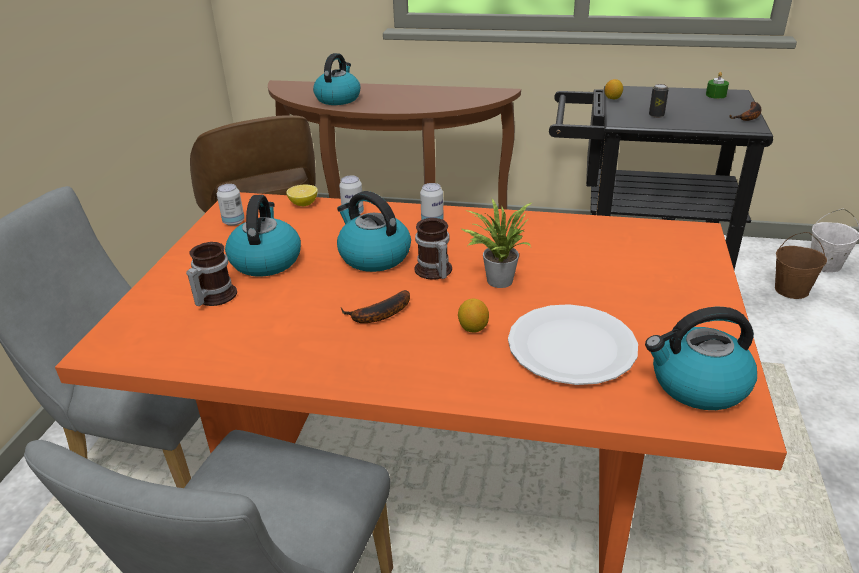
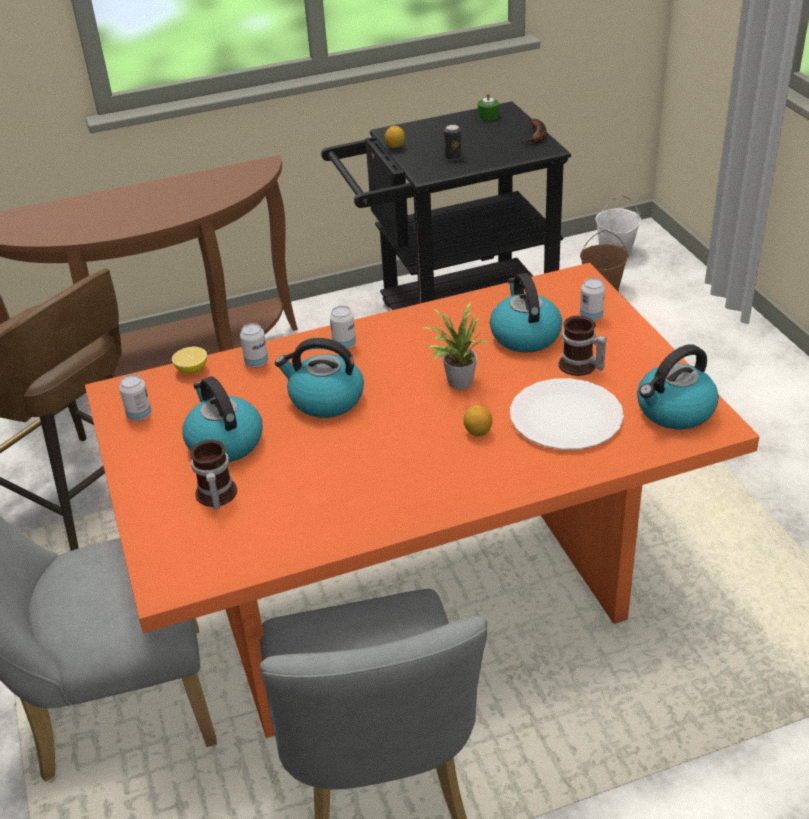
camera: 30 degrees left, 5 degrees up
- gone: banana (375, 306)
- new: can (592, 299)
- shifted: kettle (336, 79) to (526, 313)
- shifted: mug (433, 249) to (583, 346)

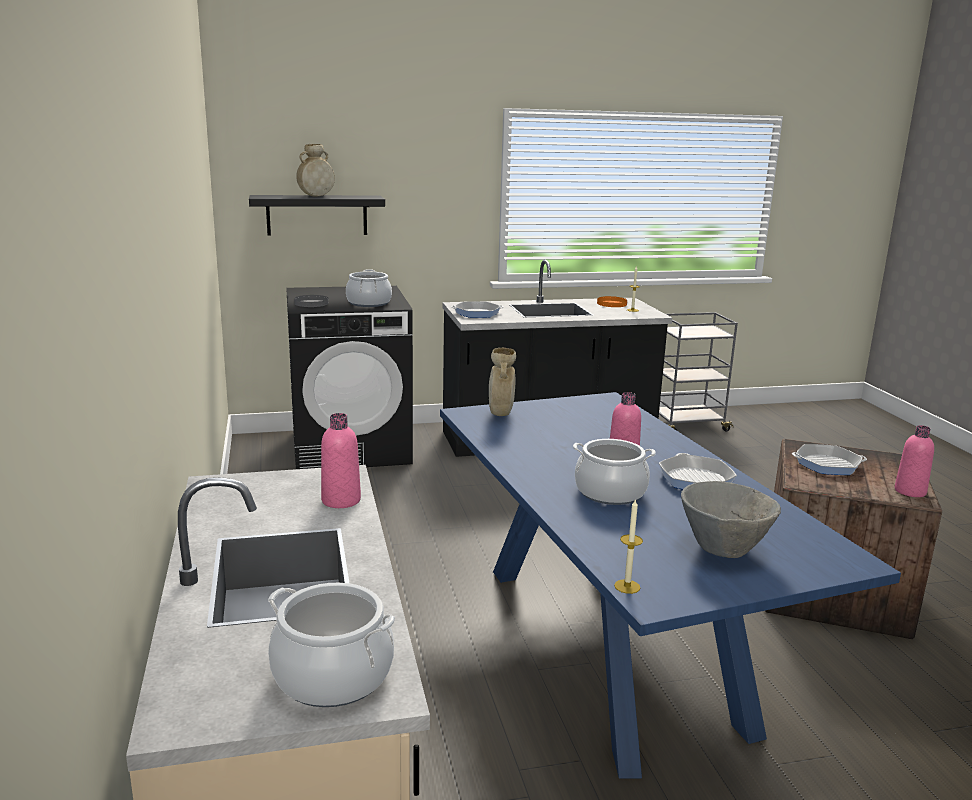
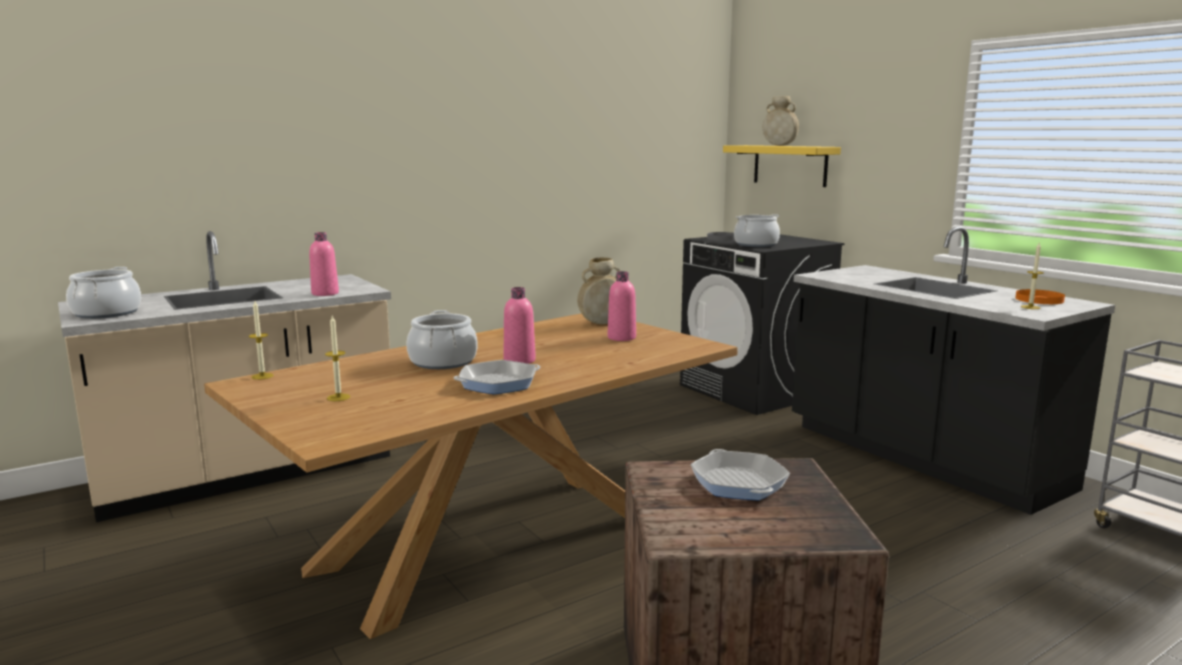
camera: 70 degrees right, 5 degrees down
- gone: frying pan (477, 309)
- shifted: pink bottle (914, 461) to (622, 306)
- swapped: grey bowl (731, 519) to candle (338, 358)
- repainted: black shelf (317, 215) to yellow shelf (782, 166)
- repainted: blue dining table (670, 585) to brown dining table (471, 476)

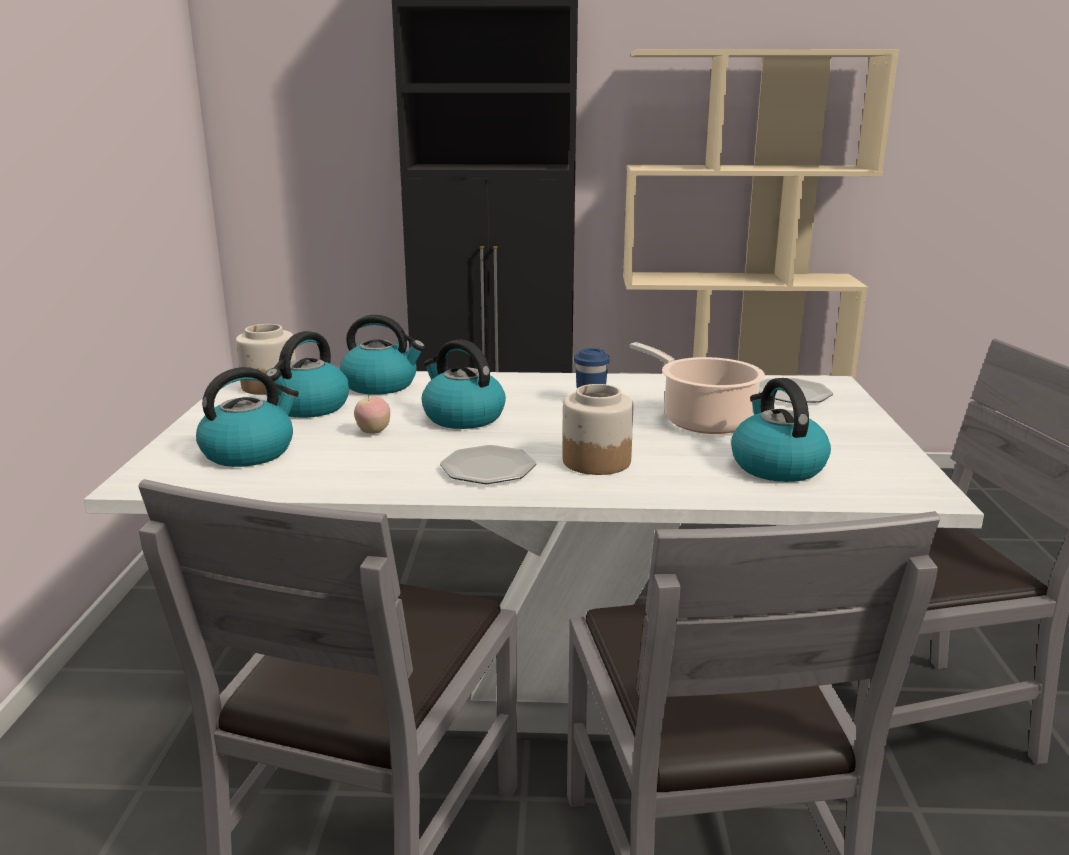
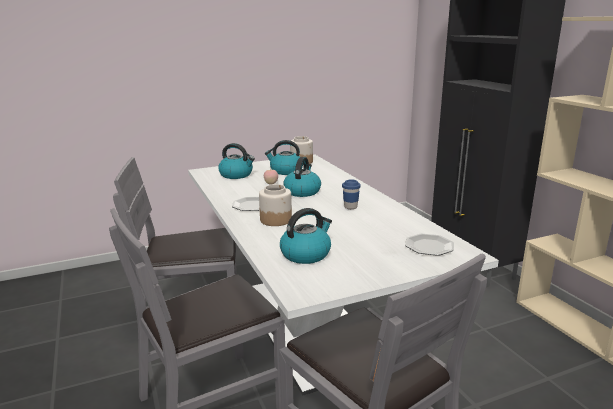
camera: 65 degrees right, 0 degrees up
- gone: kettle (382, 355)
- gone: cooking pot (697, 388)

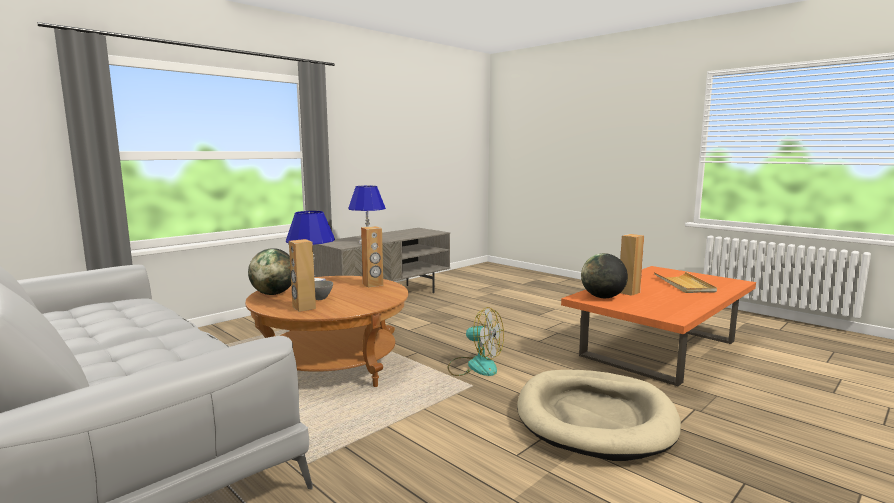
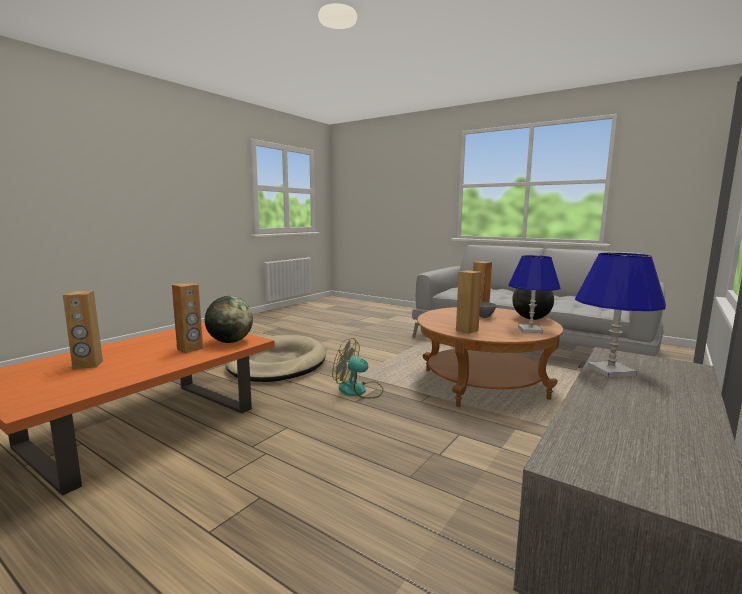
camera: 170 degrees right, 0 degrees up
- swapped: beige tray (685, 282) to brown speaker (83, 330)

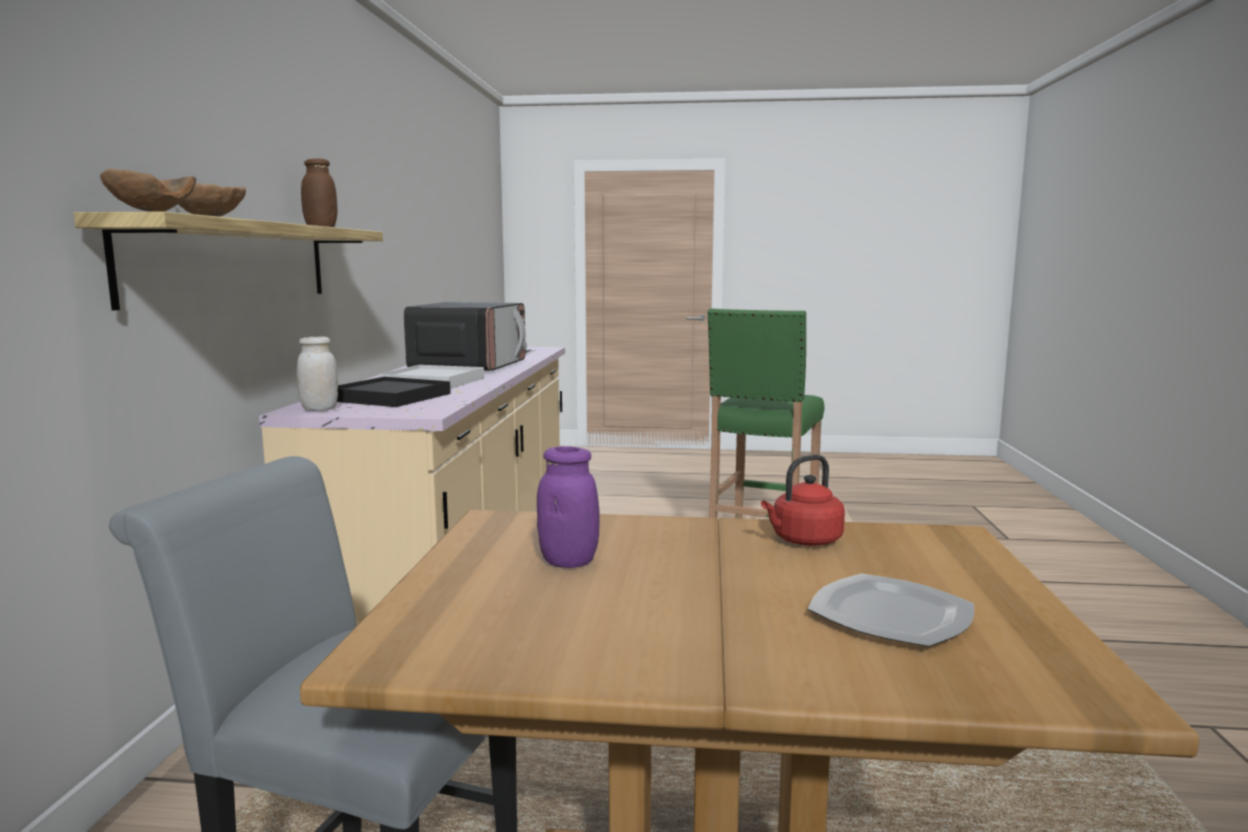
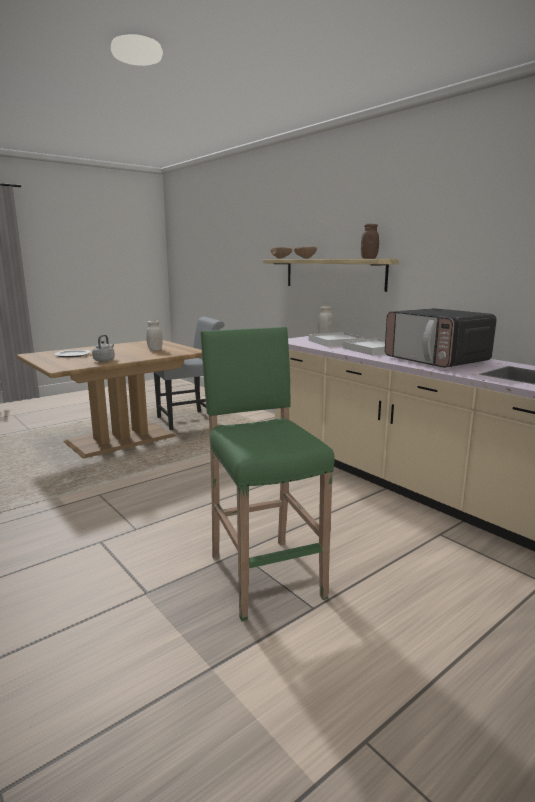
camera: 135 degrees right, 5 degrees up
- repainted: black tray (394, 392) to white tray (336, 339)
- repainted: purple jar (568, 507) to white jar (154, 335)
- repainted: red kettle (803, 500) to grey kettle (103, 348)

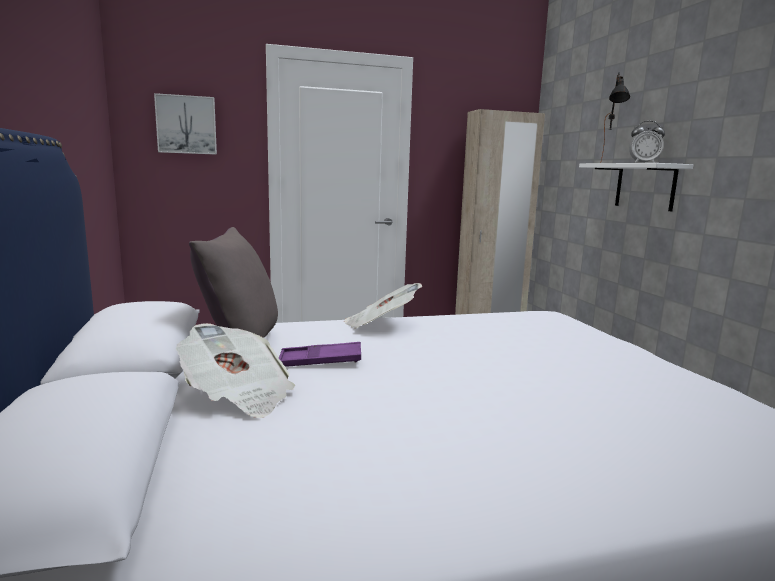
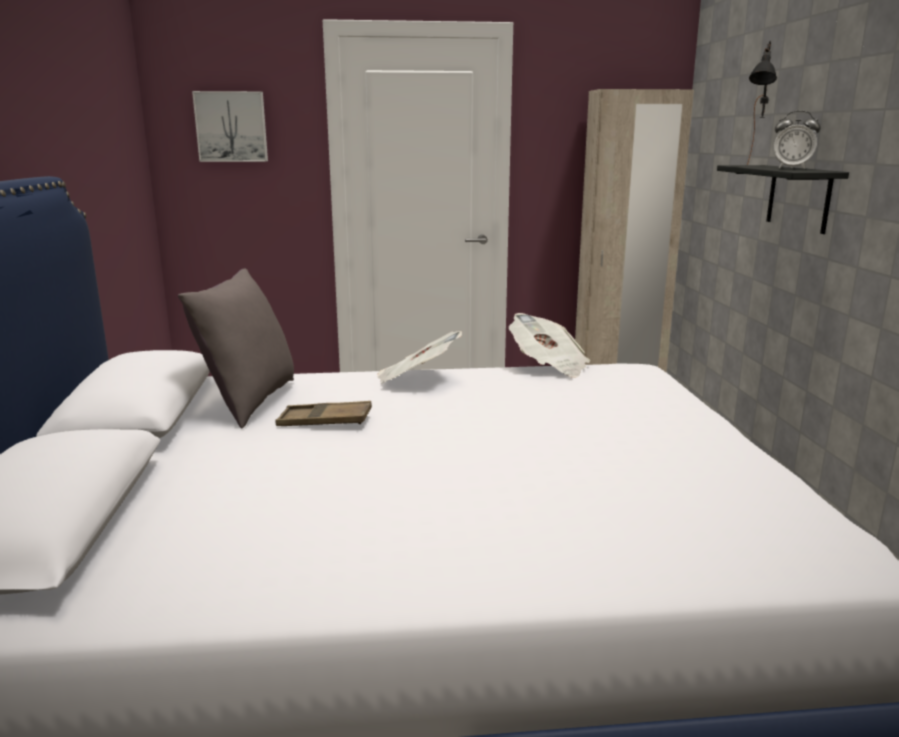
camera: 10 degrees right, 5 degrees up
- shifted: newspaper (235, 370) to (549, 345)
- repainted: purple tray (320, 354) to brown tray (323, 413)
- repainted: white shelf (636, 187) to black shelf (783, 199)

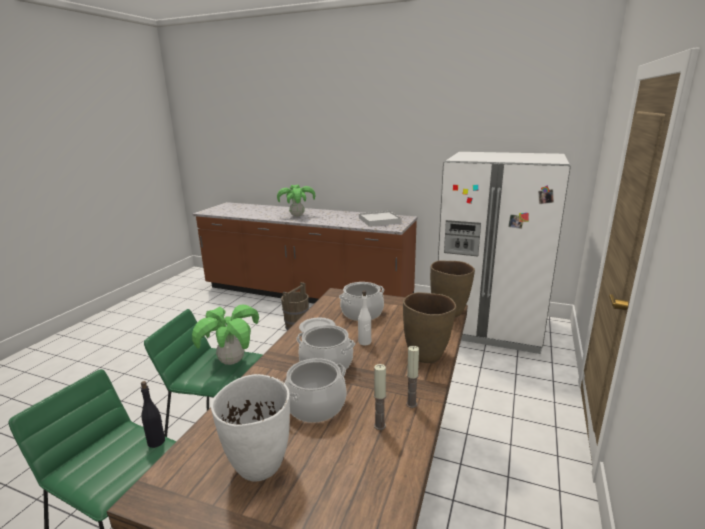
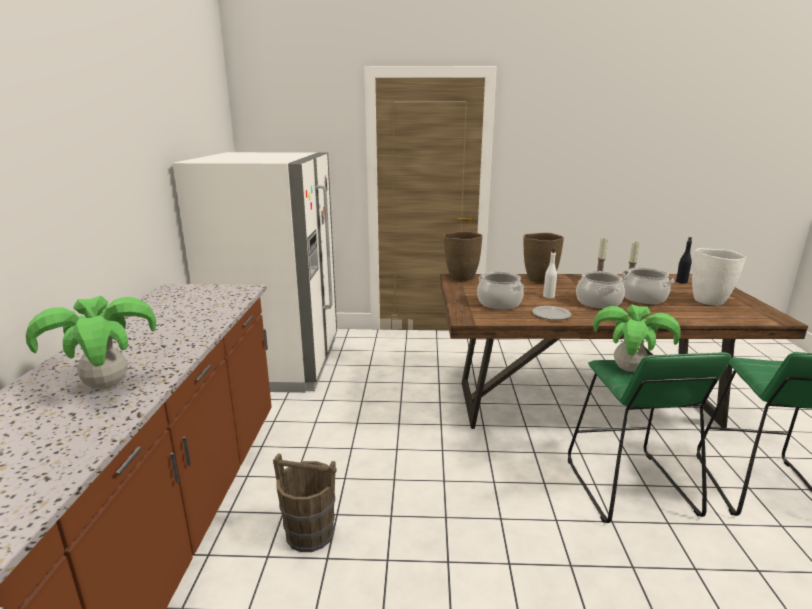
camera: 110 degrees left, 0 degrees up
- gone: white tray (380, 218)
- shifted: black bottle (153, 414) to (684, 260)

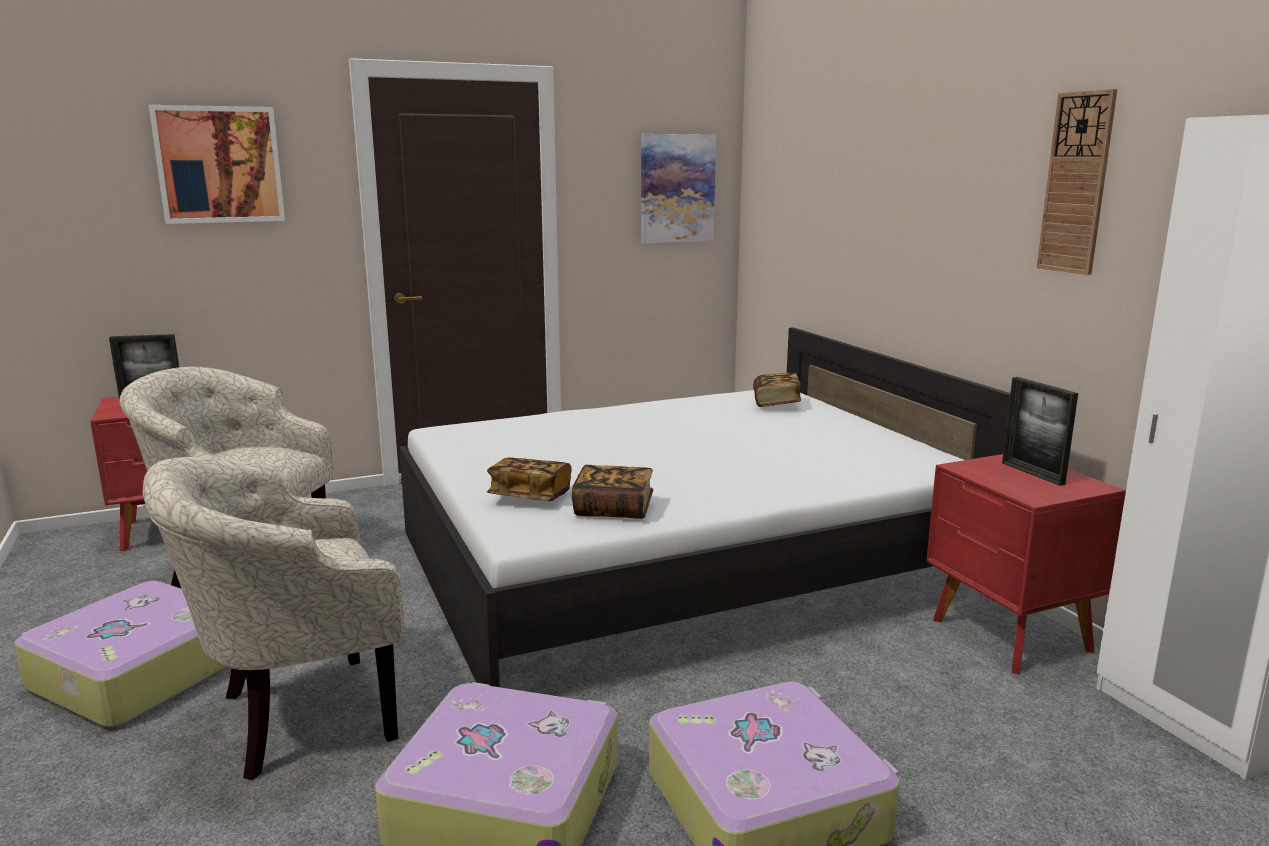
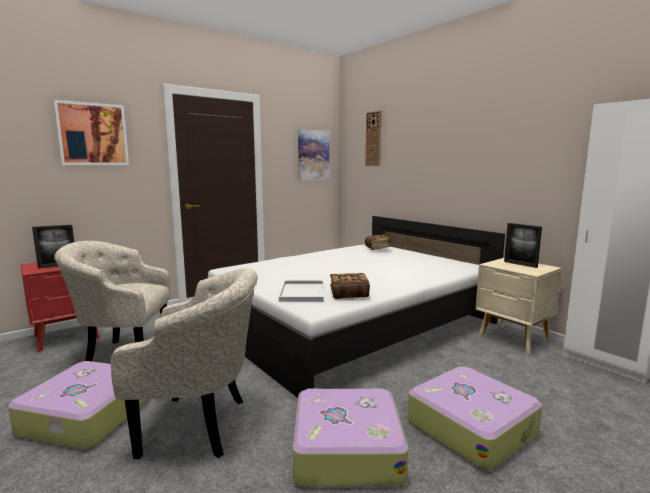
camera: 15 degrees left, 5 degrees down
- shifted: wall clock (1077, 182) to (373, 138)
- swapped: book (529, 479) to white tray (301, 291)
- repainted: red nightstand (1026, 564) to beige nightstand (519, 306)
- rotated: beige armchair (273, 618) = (184, 363) 135 degrees counterclockwise

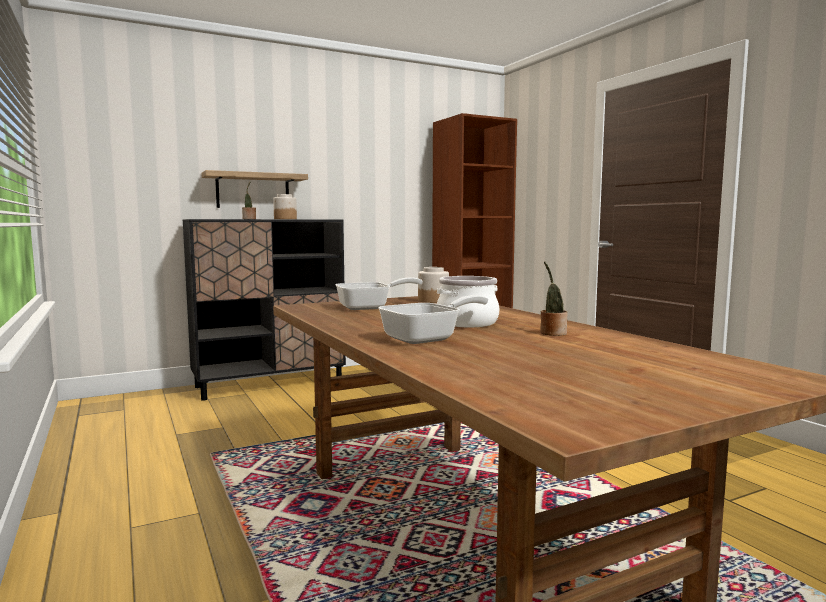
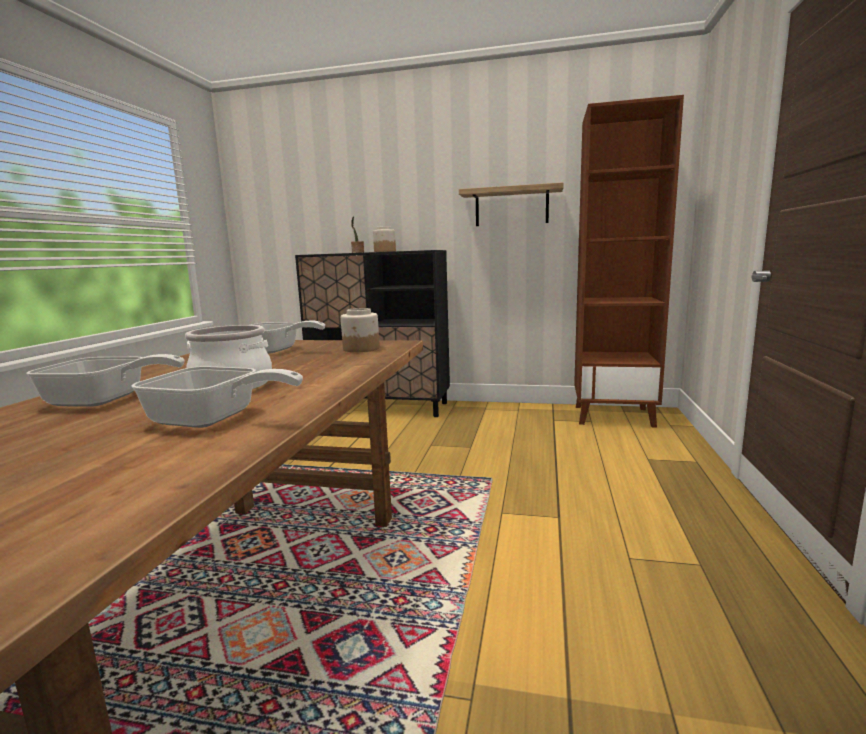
camera: 40 degrees right, 5 degrees up
- shifted: shelf (255, 189) to (511, 204)
- swapped: potted plant (554, 298) to frying pan (217, 397)

